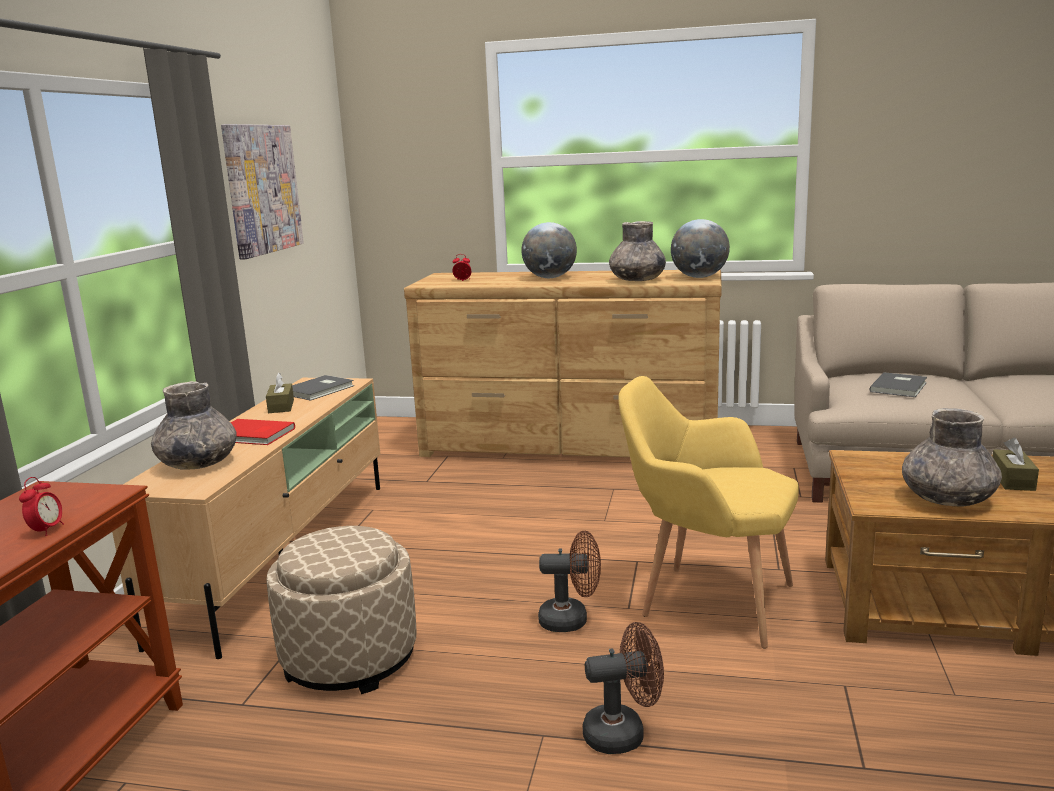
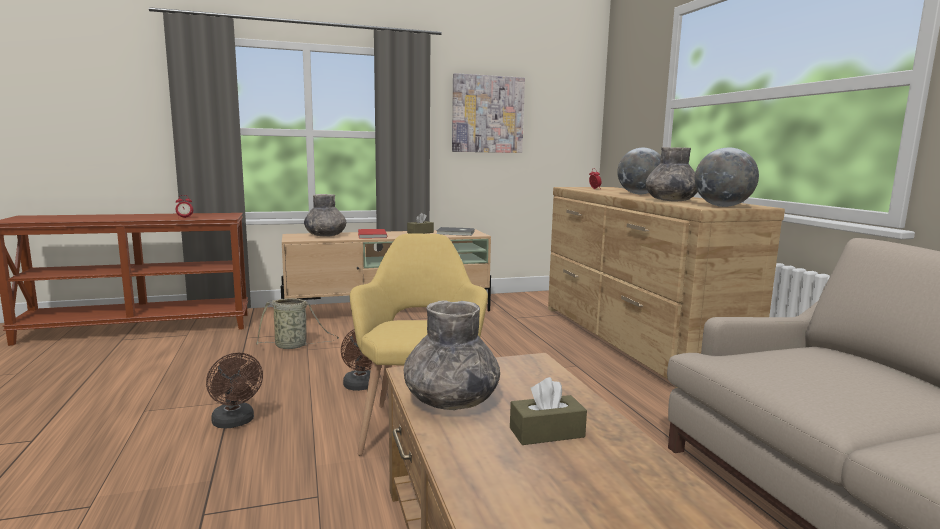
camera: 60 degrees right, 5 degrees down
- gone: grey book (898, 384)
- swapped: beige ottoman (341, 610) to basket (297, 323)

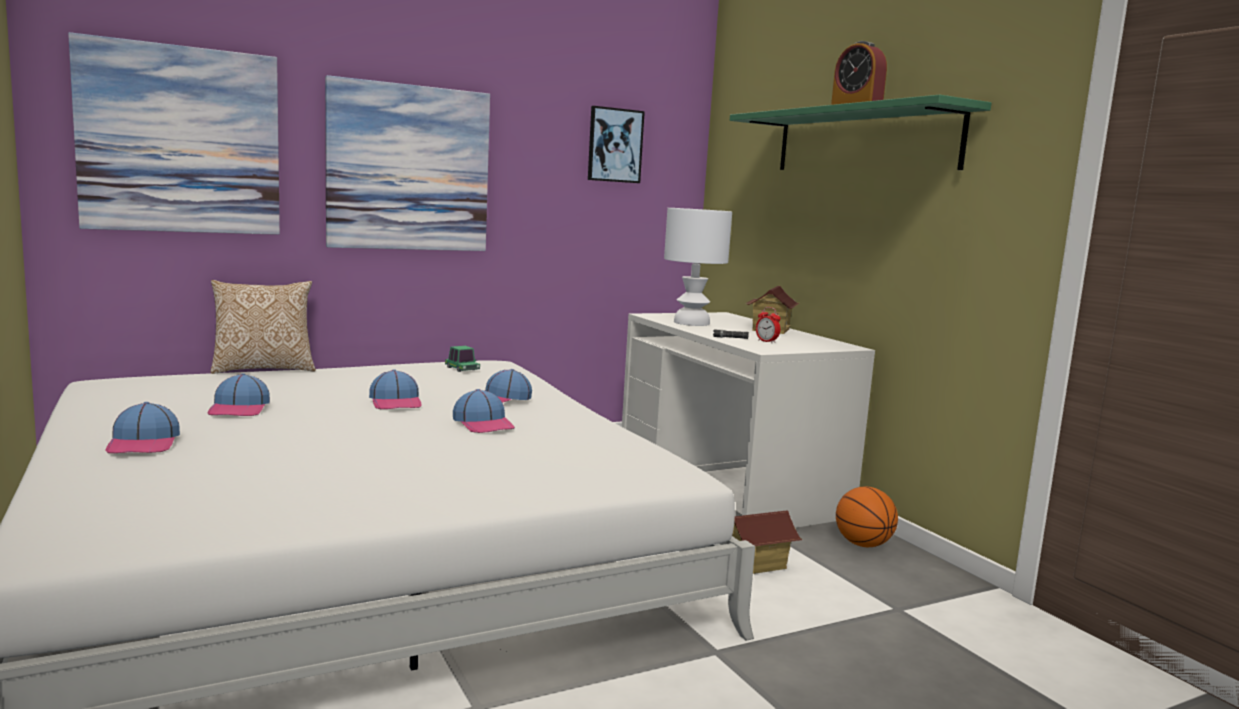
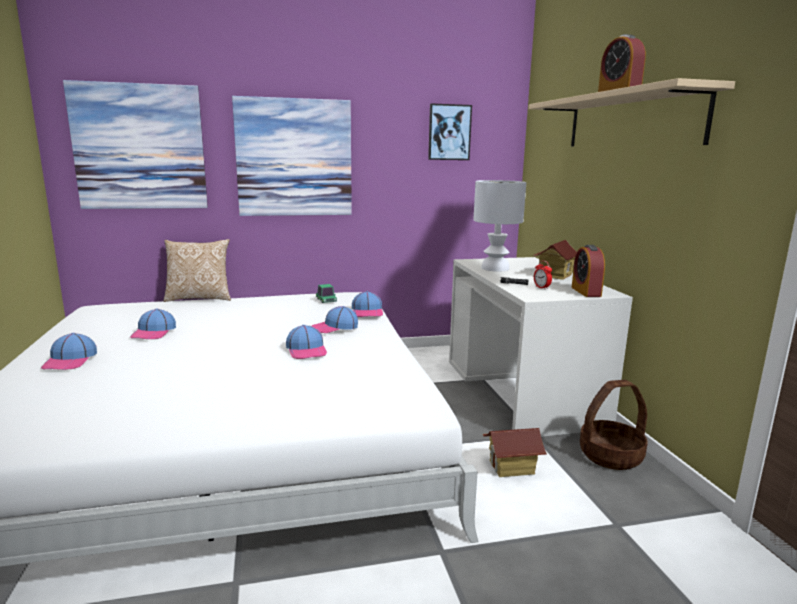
camera: 15 degrees right, 5 degrees up
- new: alarm clock (588, 271)
- shifted: cap (395, 389) to (367, 304)
- swapped: basketball (867, 516) to basket (614, 425)
- repainted: green shelf (860, 132) to beige shelf (632, 112)

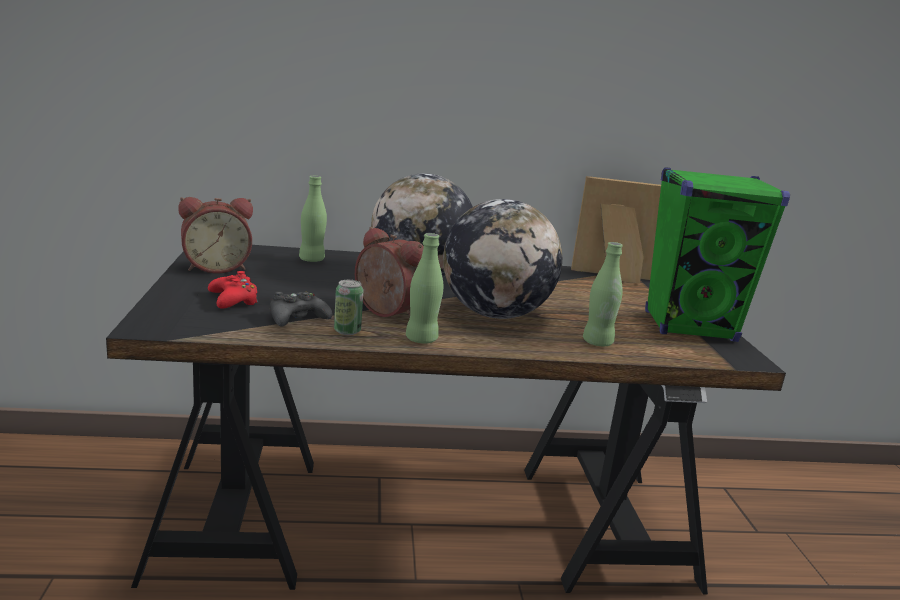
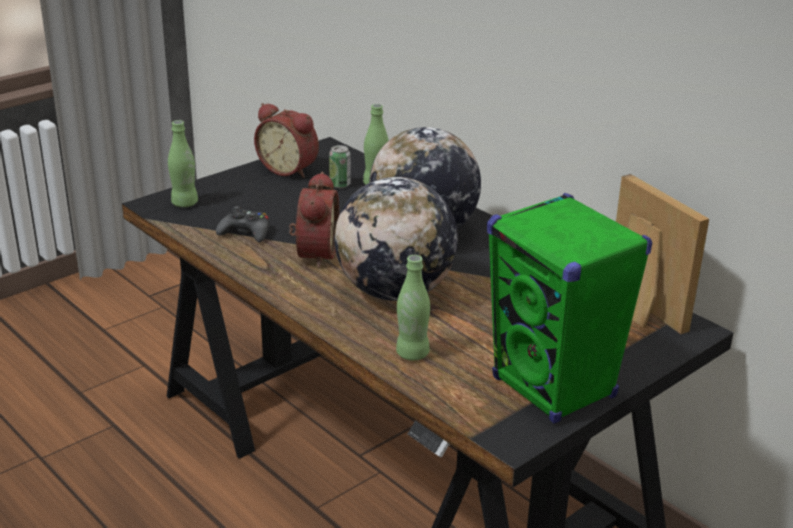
camera: 55 degrees right, 10 degrees up
- gone: red game controller (233, 290)
- shifted: can (348, 307) to (340, 166)
- shifted: green bottle (424, 288) to (183, 163)

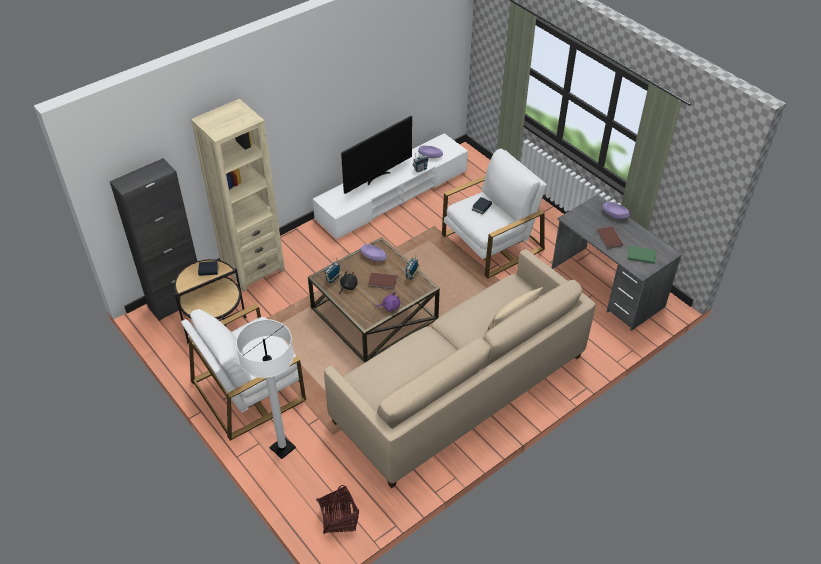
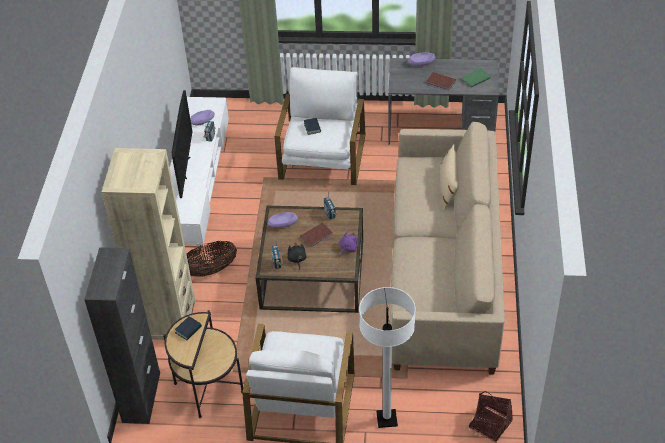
camera: 45 degrees left, 0 degrees up
- new: basket (212, 259)

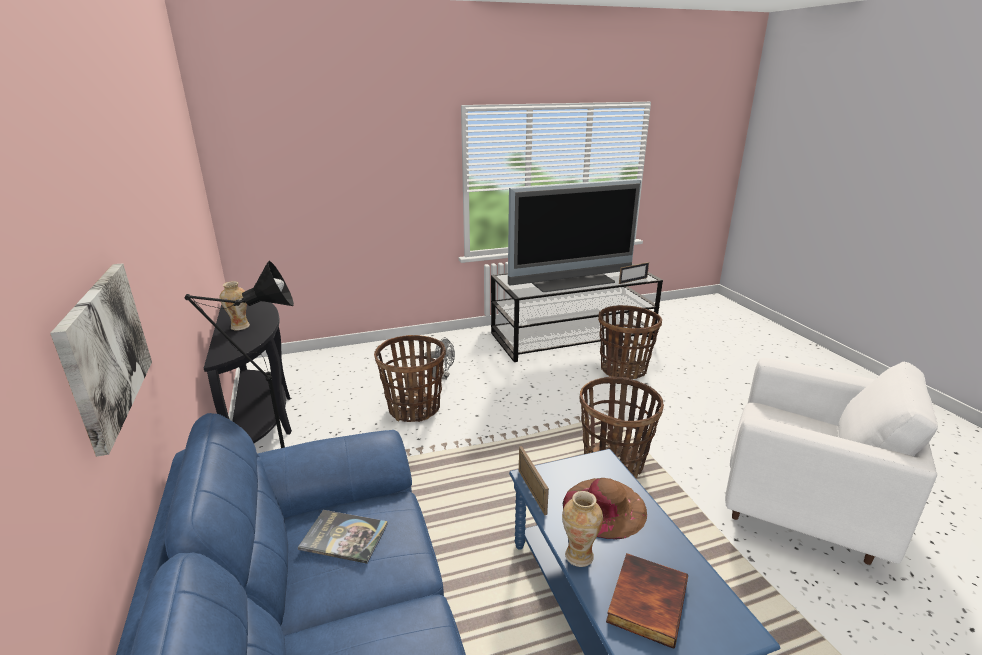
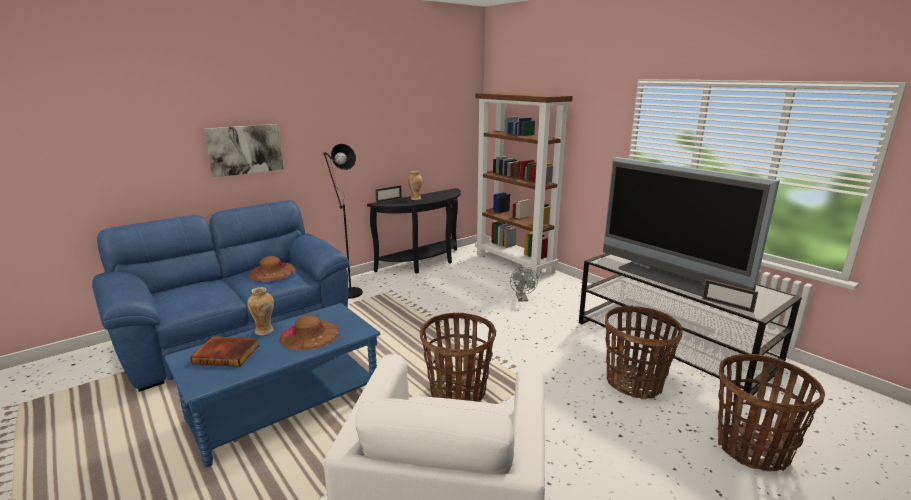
camera: 70 degrees right, 5 degrees down
- new: brown bookcase (524, 186)
- shifted: basket (410, 378) to (771, 412)
- shifted: picture frame (534, 480) to (388, 194)
- swapped: book (343, 537) to brown hat (272, 268)

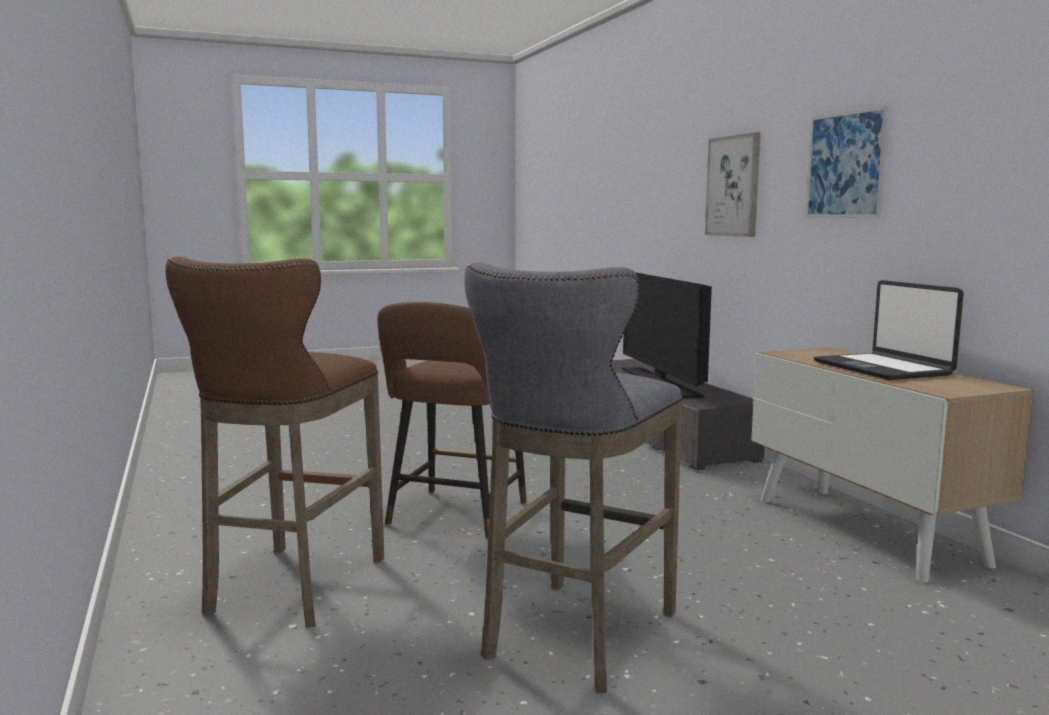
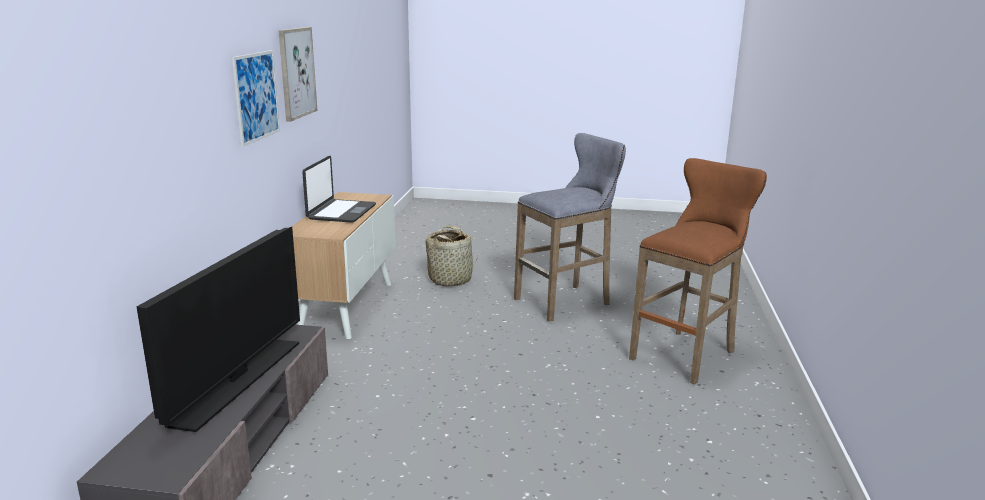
camera: 150 degrees left, 10 degrees up
- gone: brown stool (452, 420)
- new: basket (452, 256)
- shifted: picture (733, 184) to (298, 74)

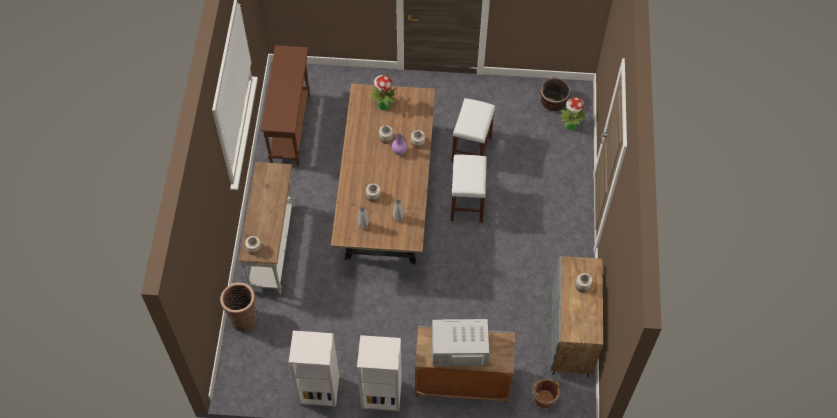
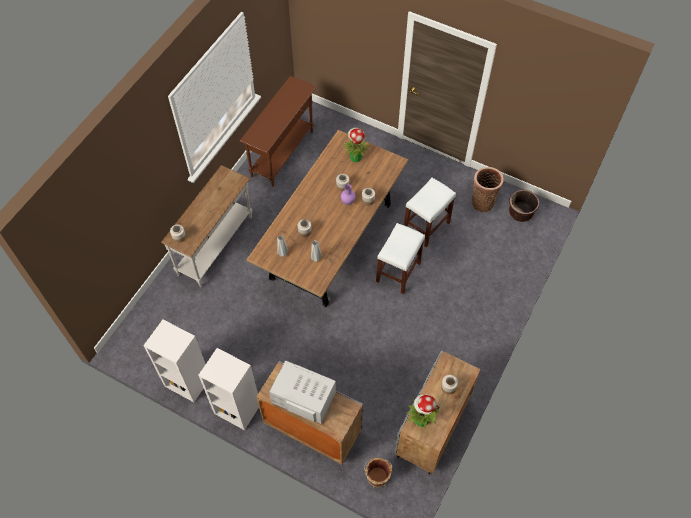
camera: 25 degrees right, 0 degrees up
- shifted: basket (238, 307) to (488, 190)
- shifted: potted plant (571, 114) to (423, 411)

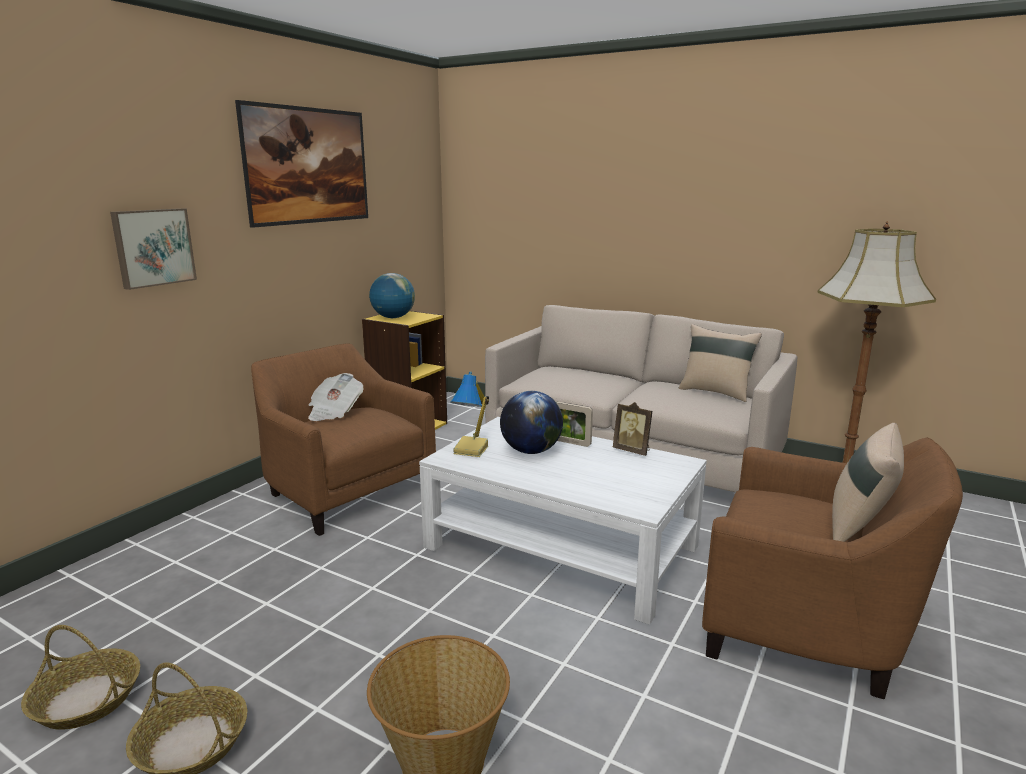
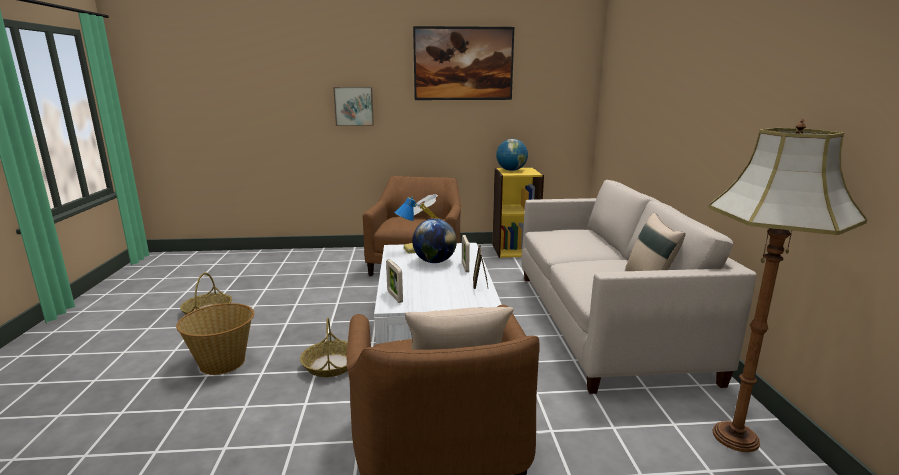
camera: 55 degrees right, 0 degrees up
- new: picture frame (394, 281)
- shifted: basket (80, 677) to (324, 347)

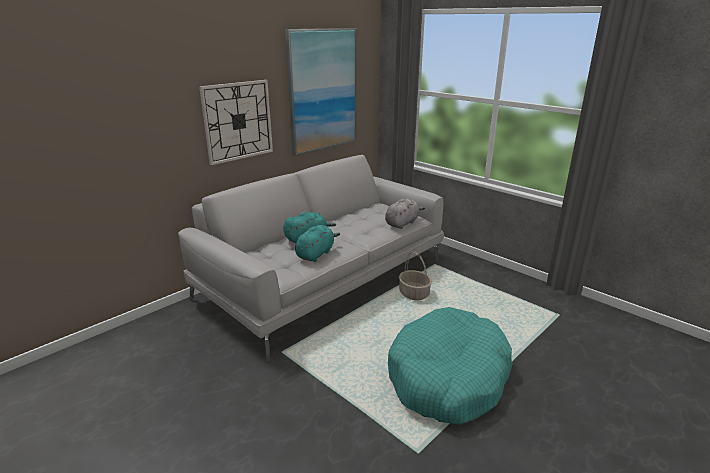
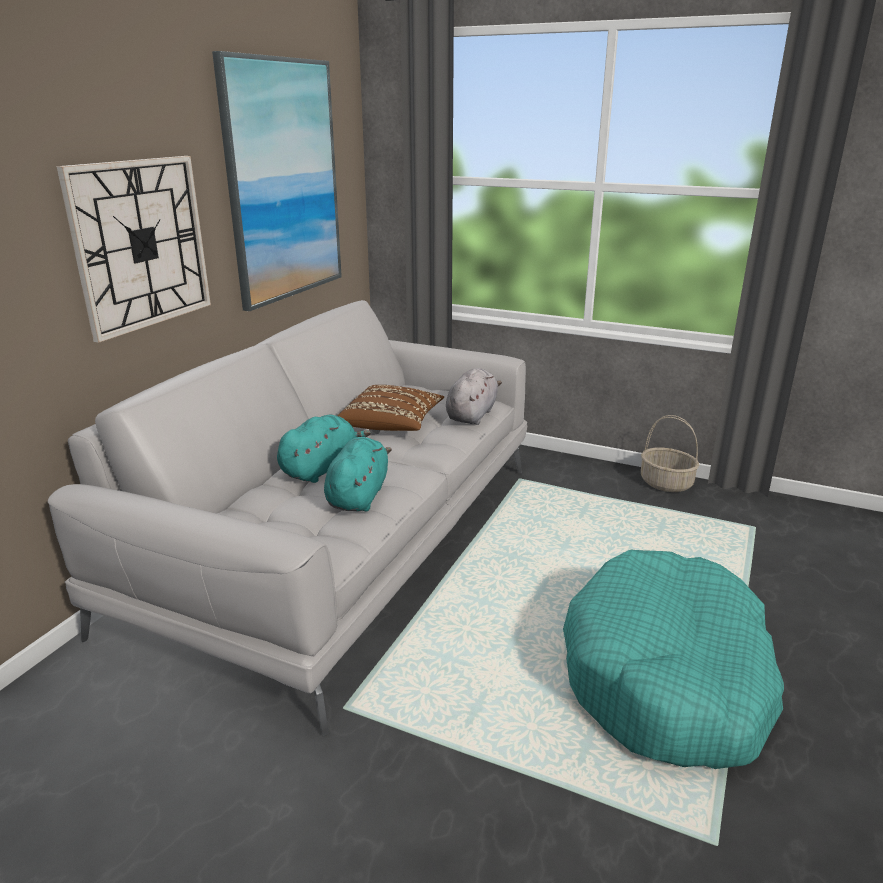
camera: 20 degrees left, 0 degrees up
- new: brown pillow (390, 408)
- shifted: basket (415, 275) to (670, 453)

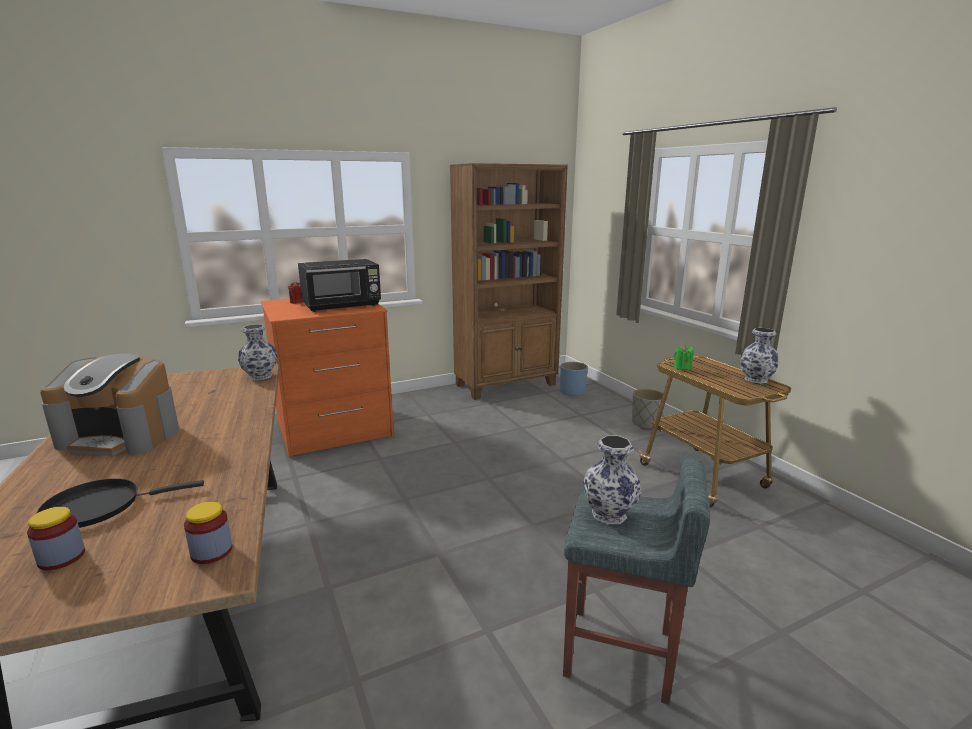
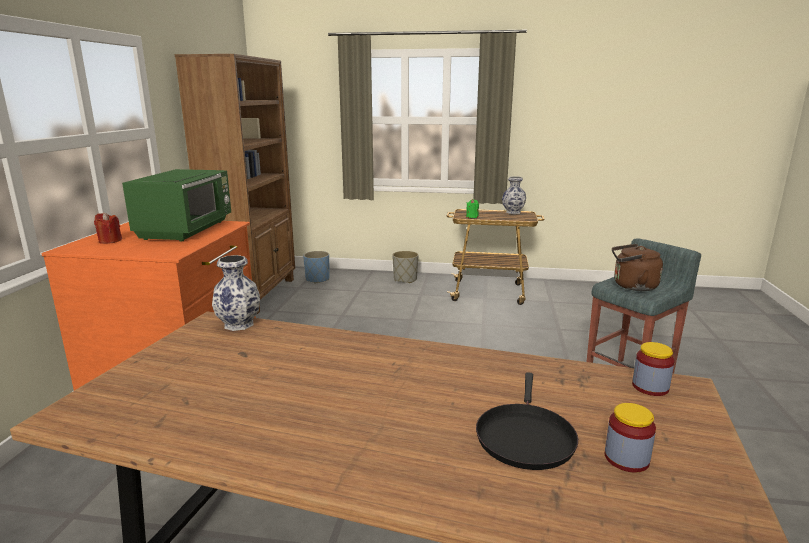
camera: 55 degrees left, 0 degrees up
- gone: coffee machine (109, 405)
- swapped: vase (612, 480) to brown kettle (637, 267)
- repainted: black microwave (339, 285) to green microwave (176, 205)

